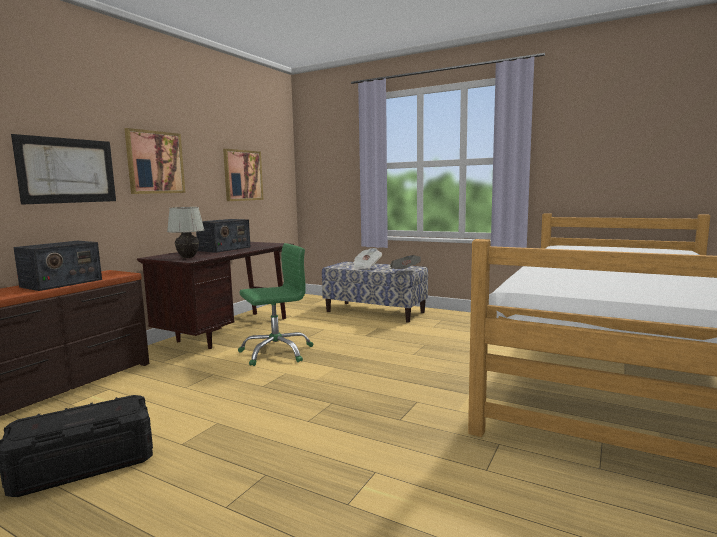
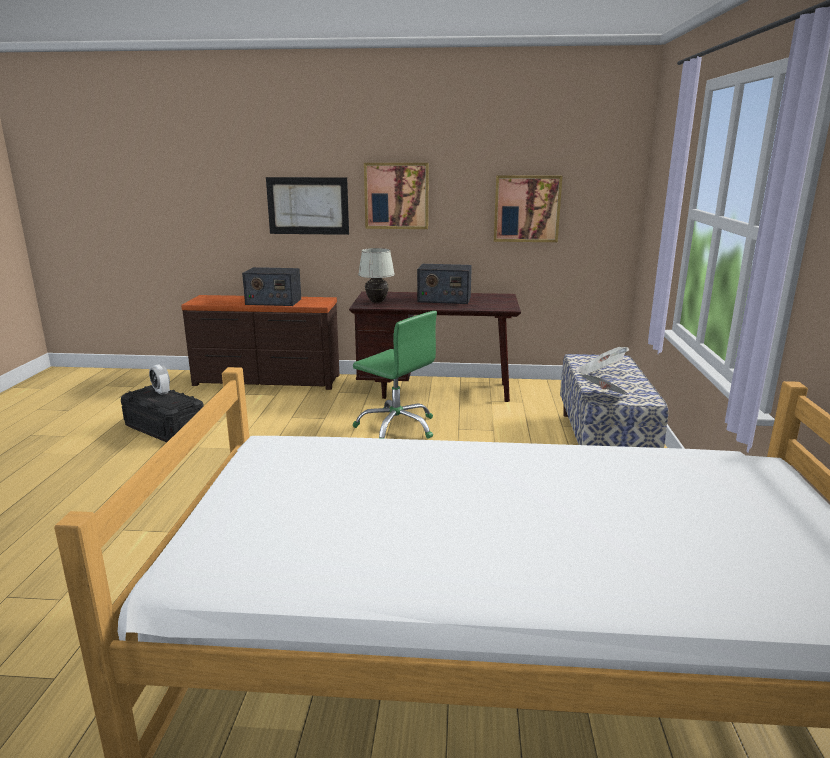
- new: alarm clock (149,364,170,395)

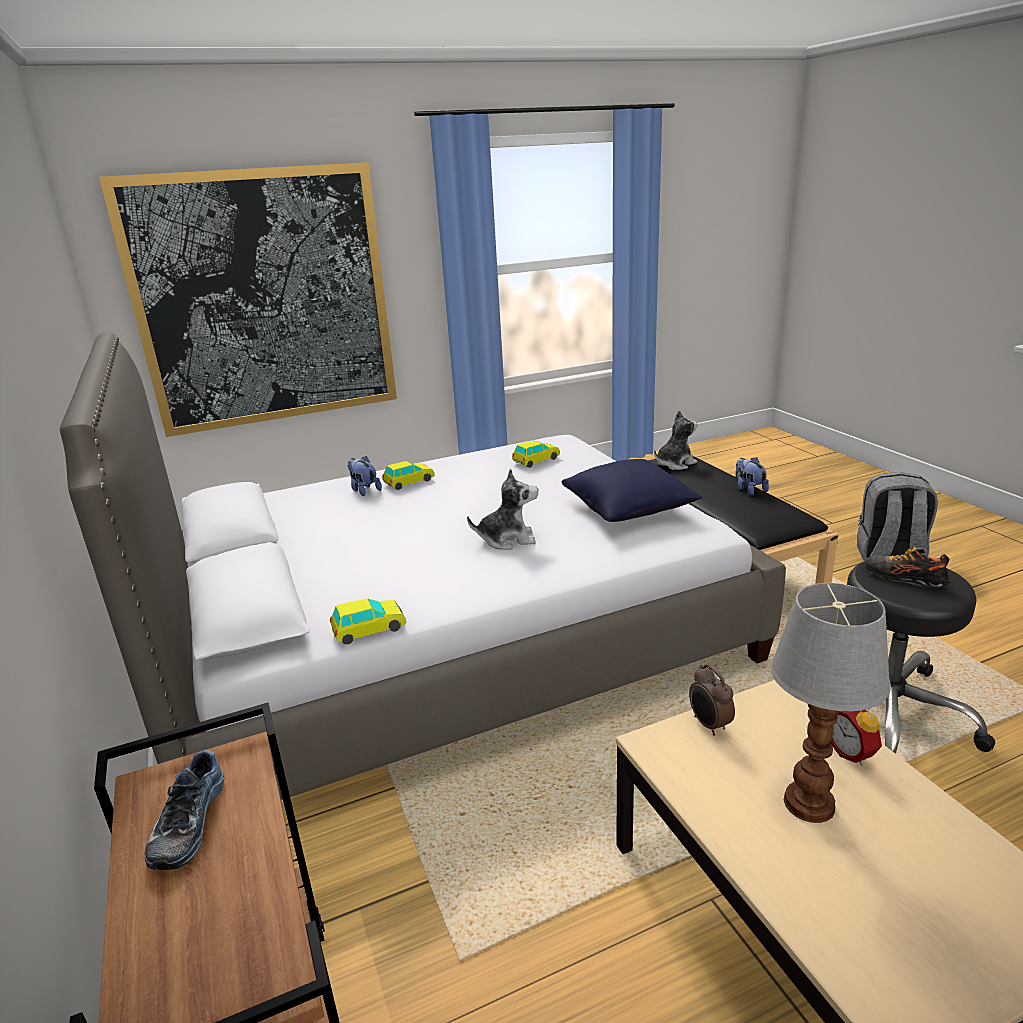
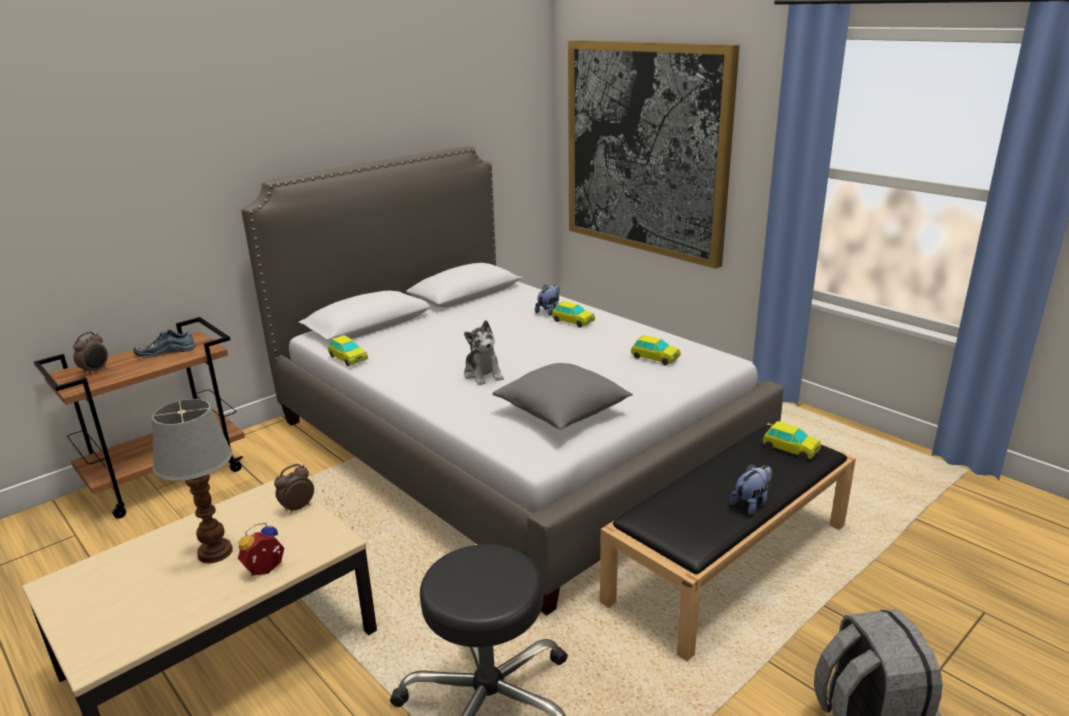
- gone: shoe (865,547,951,588)
- new: alarm clock (73,332,108,375)
- swapped: plush toy (654,411,698,470) to toy car (762,421,821,460)
- repainted: pillow (blue) (562,459,702,522) to pillow (grey) (492,363,633,429)

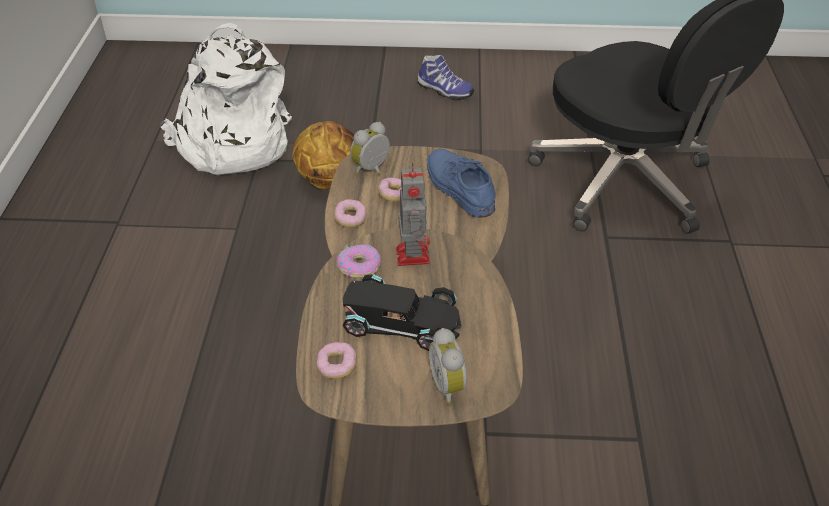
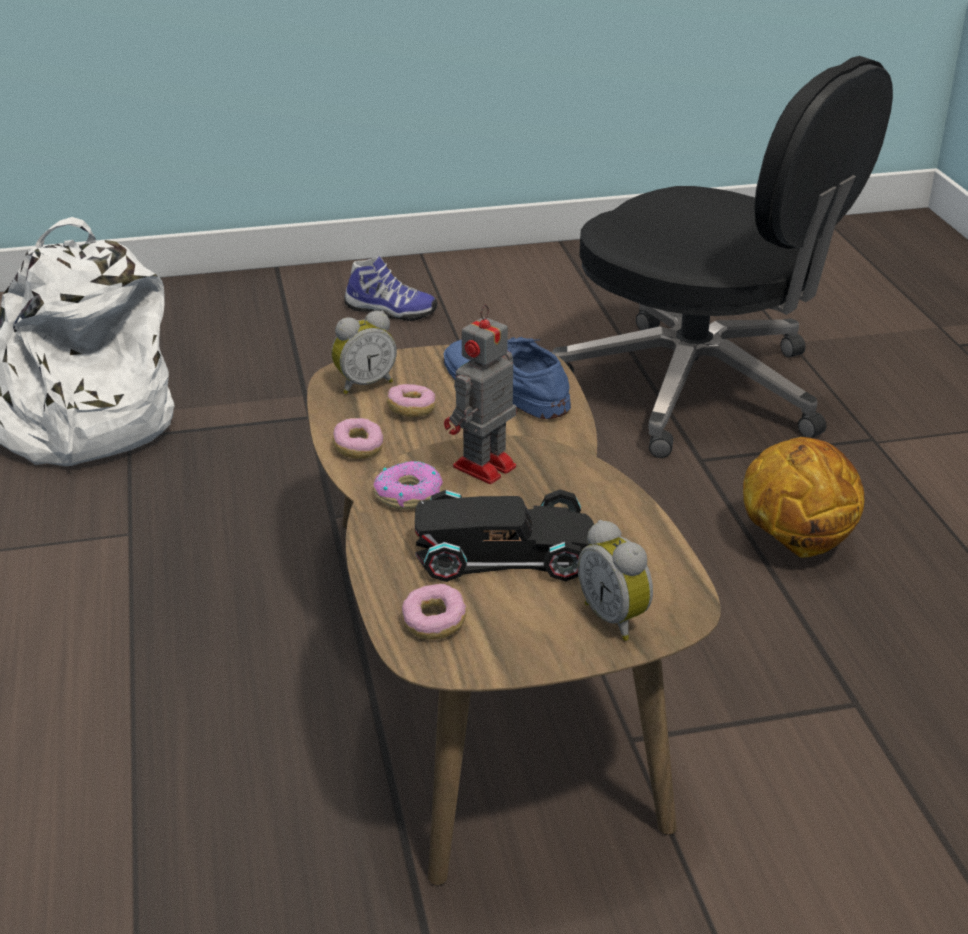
- shifted: basketball (292,121,354,190) to (743,437,864,558)
- rotated: alarm clock (350,122,390,175) = (332,311,397,394) 150 degrees counterclockwise
- rotated: toy robot (396,162,430,266) = (444,305,516,484) 120 degrees counterclockwise

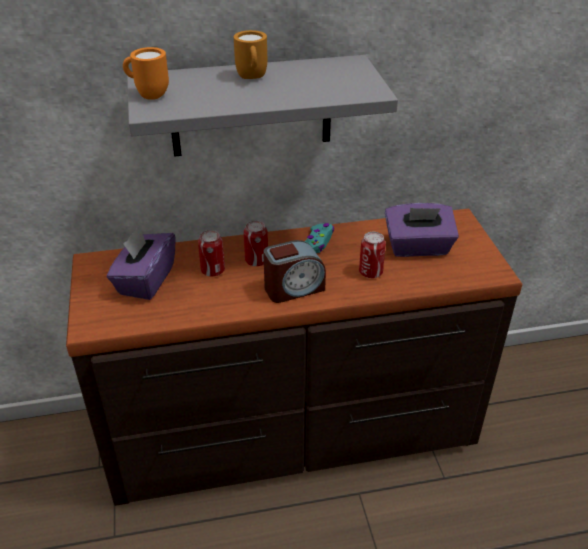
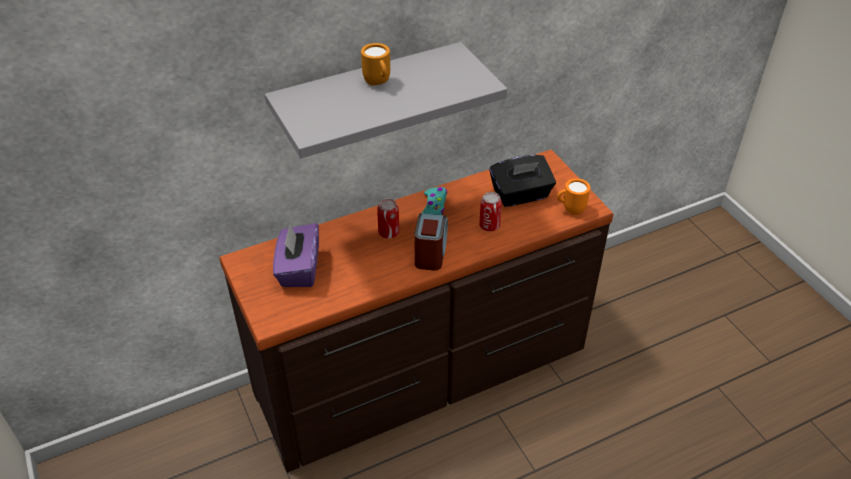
- gone: can (198,230,225,277)
- shifted: mug (orange) (123,47,169,100) to (557,178,590,215)
- repainted: tissue box (purple) (385,203,459,257) to tissue box (black) (489,155,556,207)
- rotated: alarm clock (263,240,326,303) = (414,213,448,271) 45 degrees counterclockwise

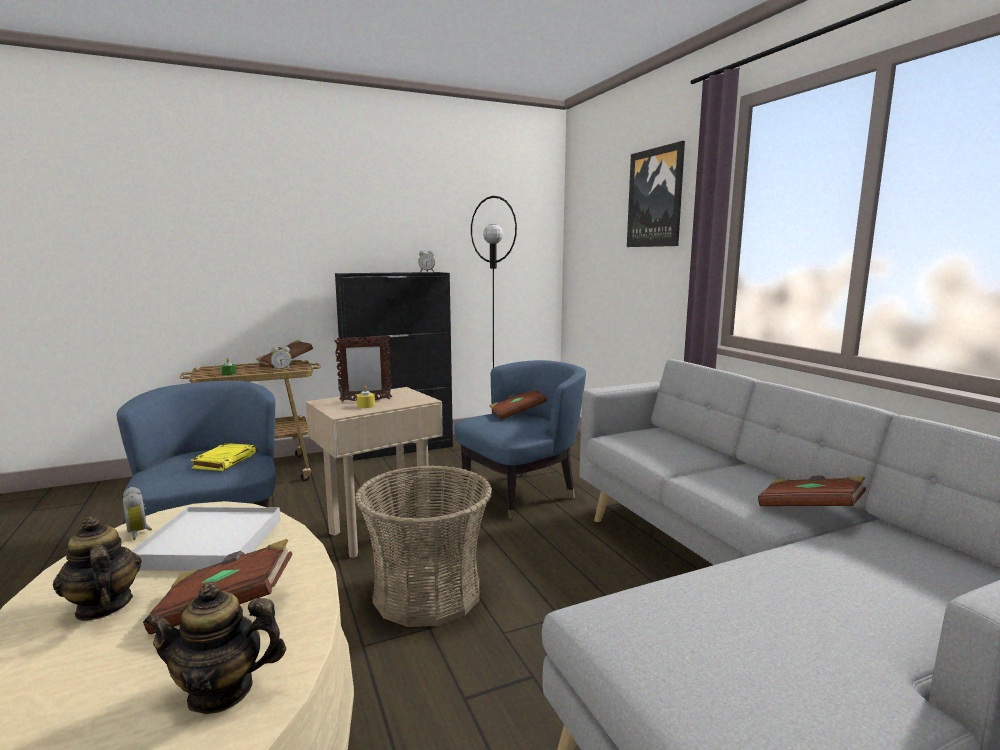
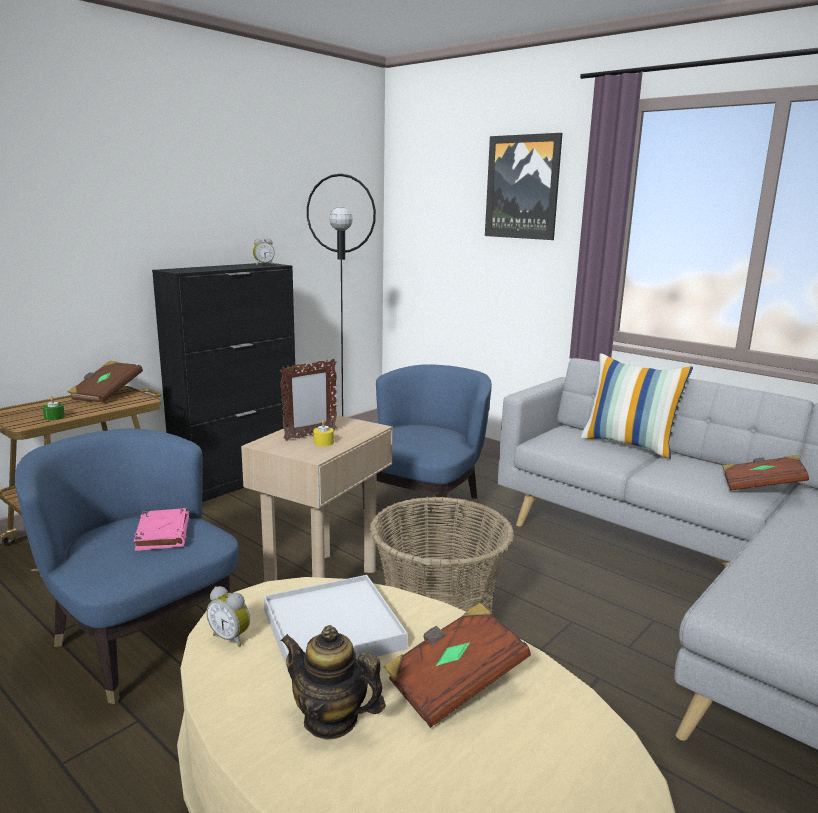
- gone: teapot (143,582,286,714)
- gone: alarm clock (271,346,291,371)
- gone: book (brown) (489,390,547,420)
- new: pillow (580,353,693,459)
- repainted: book (yellow) (191,443,257,471) to book (pink) (134,508,189,551)

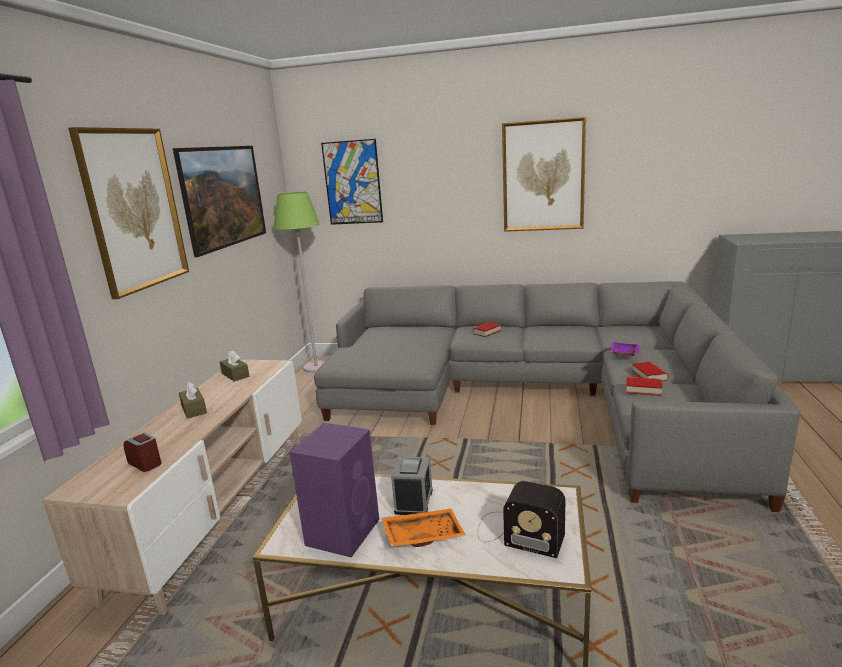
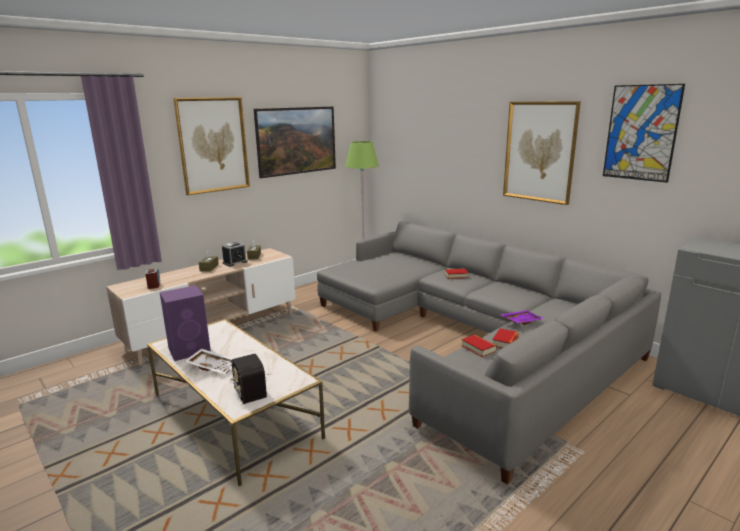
- shifted: picture (321,139,383,225) to (603,84,685,183)
- shifted: alarm clock (391,456,433,515) to (222,242,248,267)
- repainted: tray (orange) (381,508,466,547) to tray (white) (185,348,234,374)

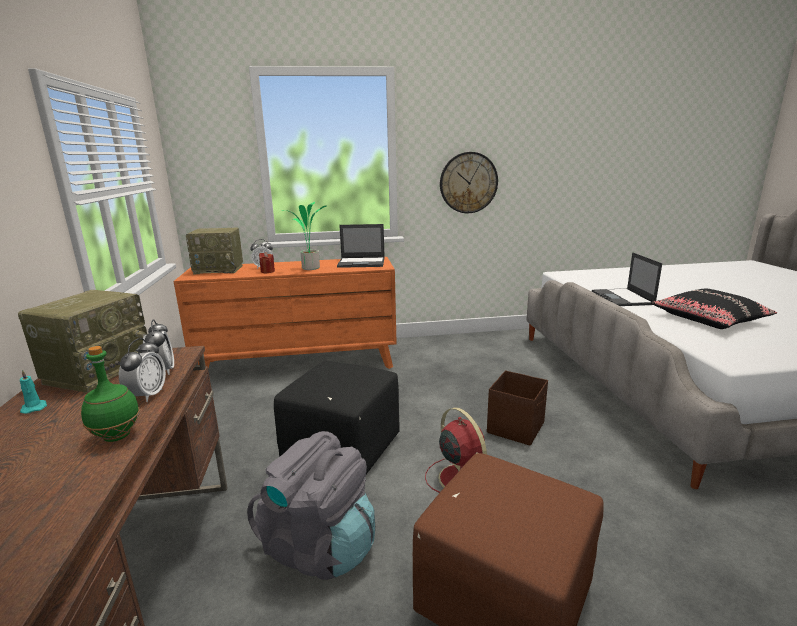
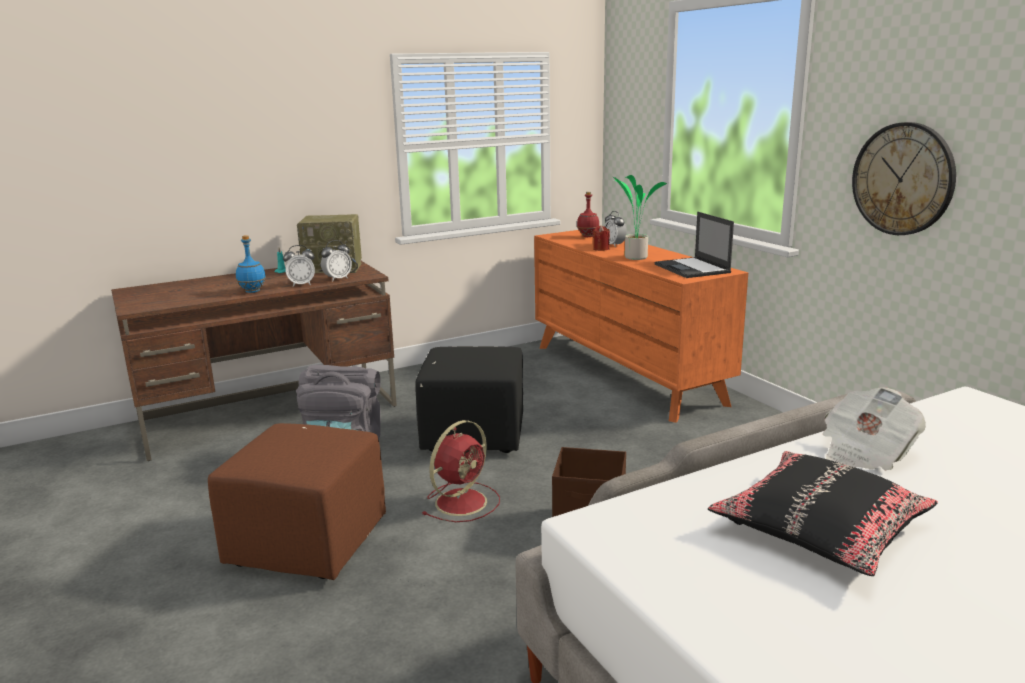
- swapped: radio (186,227,243,274) to bottle (red) (577,192,599,237)
- swapped: laptop (592,252,662,306) to newspaper (822,387,926,470)
- repainted: bottle (green) (81,346,140,442) to bottle (blue) (236,235,266,293)

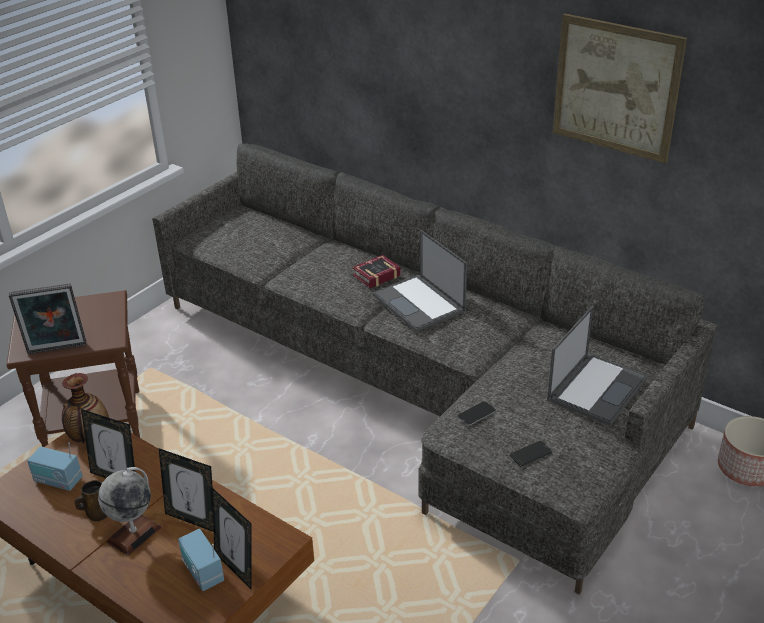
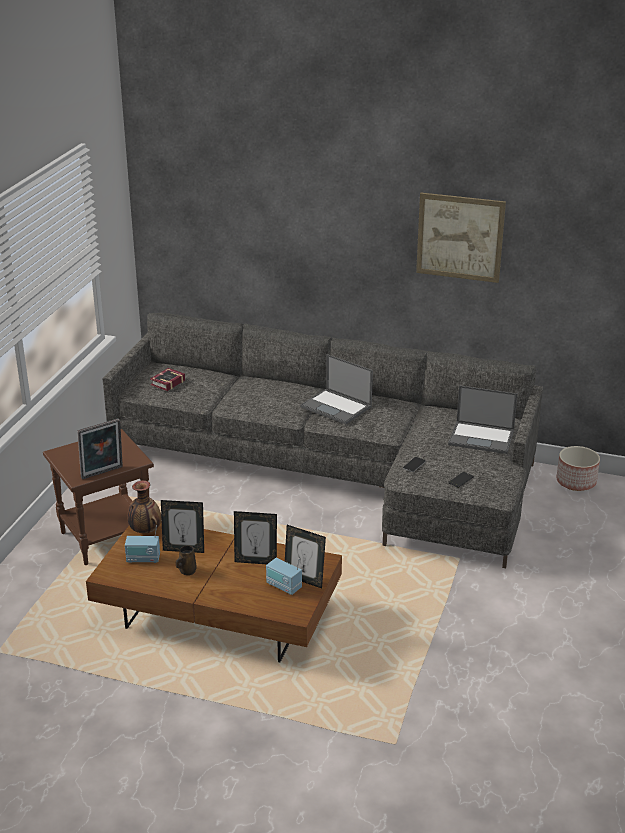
- gone: globe (98,467,162,556)
- shifted: book (352,255,401,288) to (150,368,185,391)
- rotated: laptop (547,306,648,426) = (448,385,518,454) 90 degrees clockwise

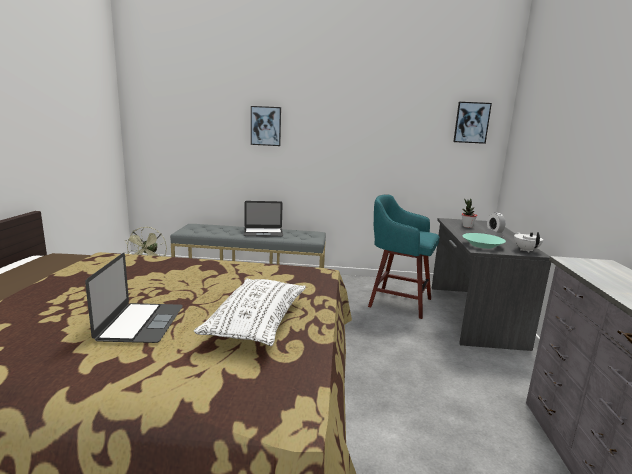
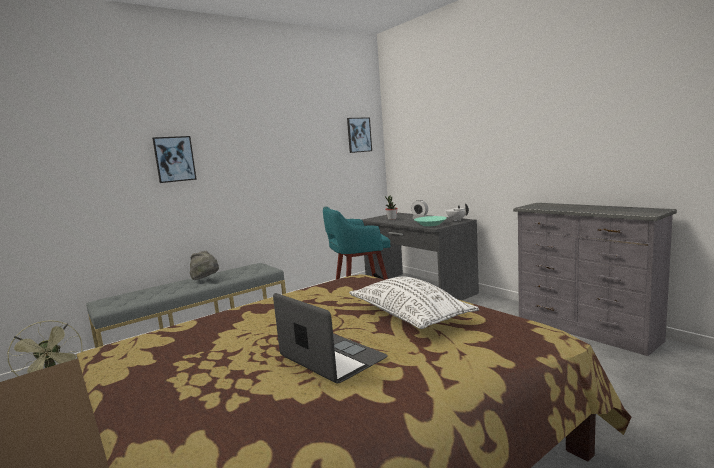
- swapped: laptop (244,201,283,237) to hat (grey) (190,251,219,280)

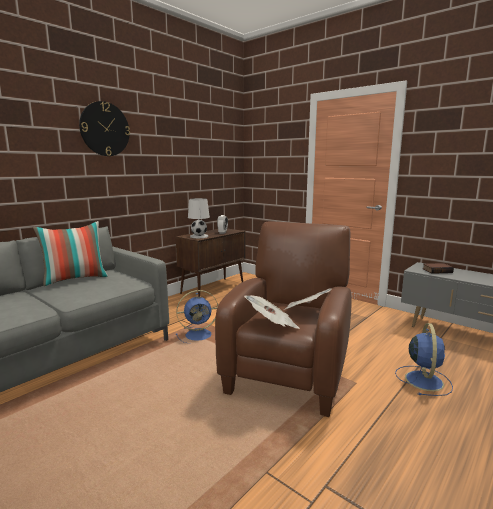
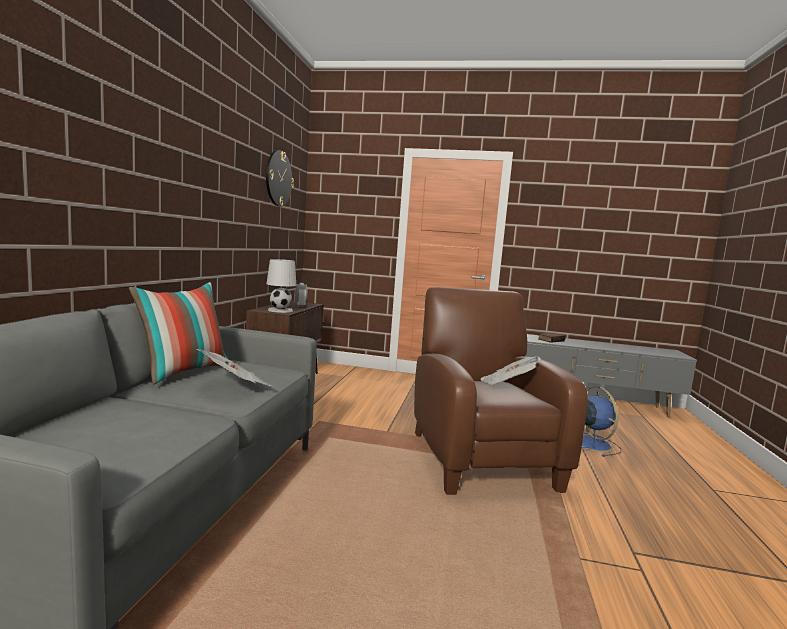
- gone: fan (blue) (176,290,218,344)
- shifted: wall clock (79,101,130,156) to (266,150,294,206)
- shifted: newspaper (244,295,300,329) to (197,349,271,386)

